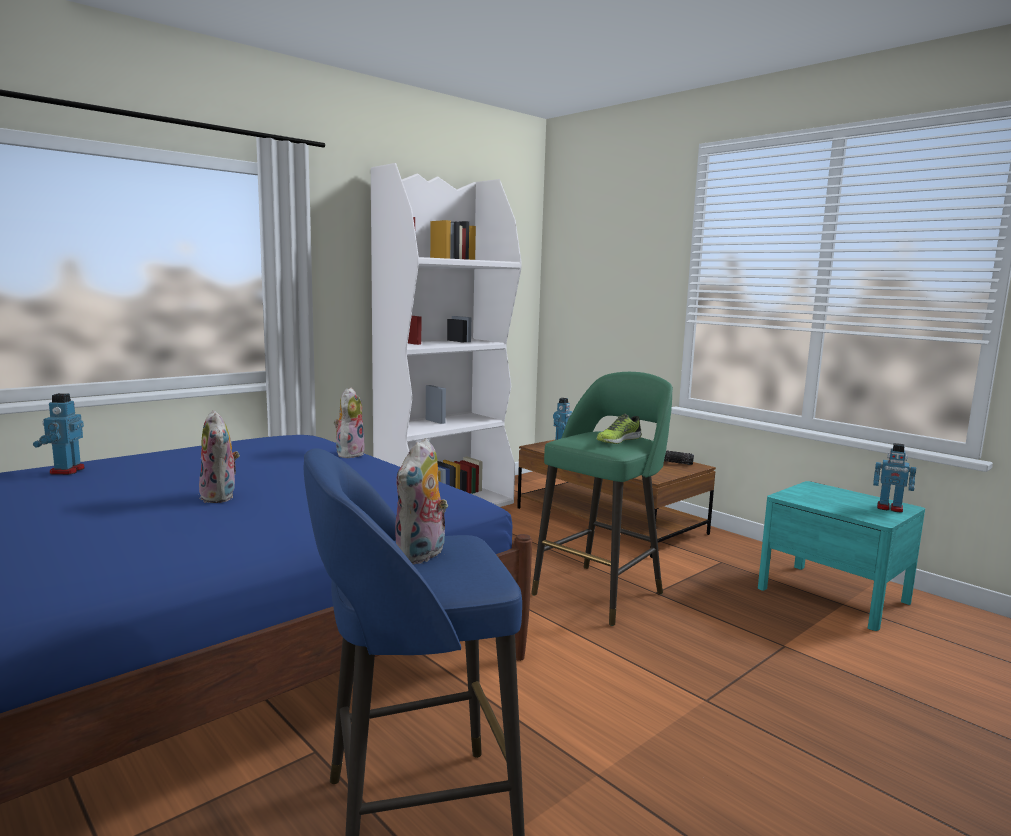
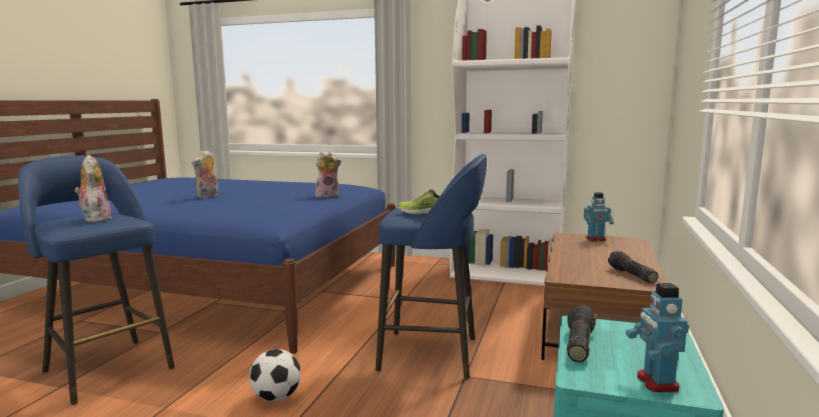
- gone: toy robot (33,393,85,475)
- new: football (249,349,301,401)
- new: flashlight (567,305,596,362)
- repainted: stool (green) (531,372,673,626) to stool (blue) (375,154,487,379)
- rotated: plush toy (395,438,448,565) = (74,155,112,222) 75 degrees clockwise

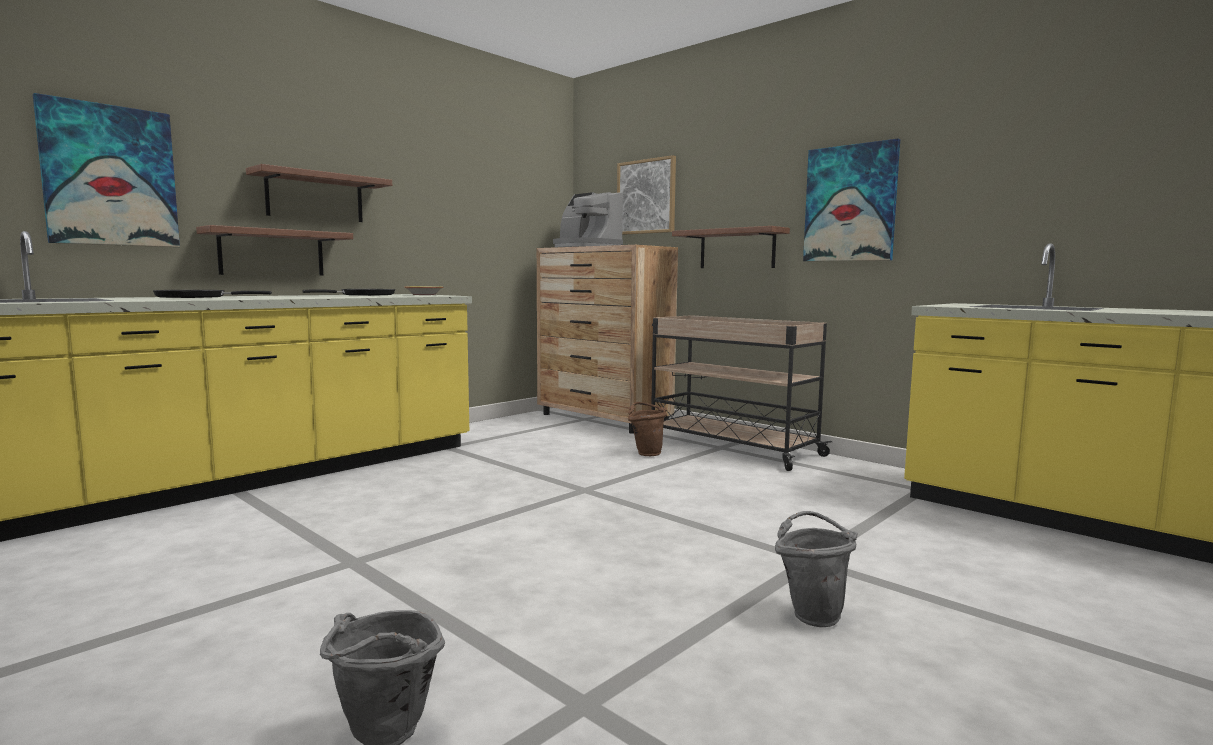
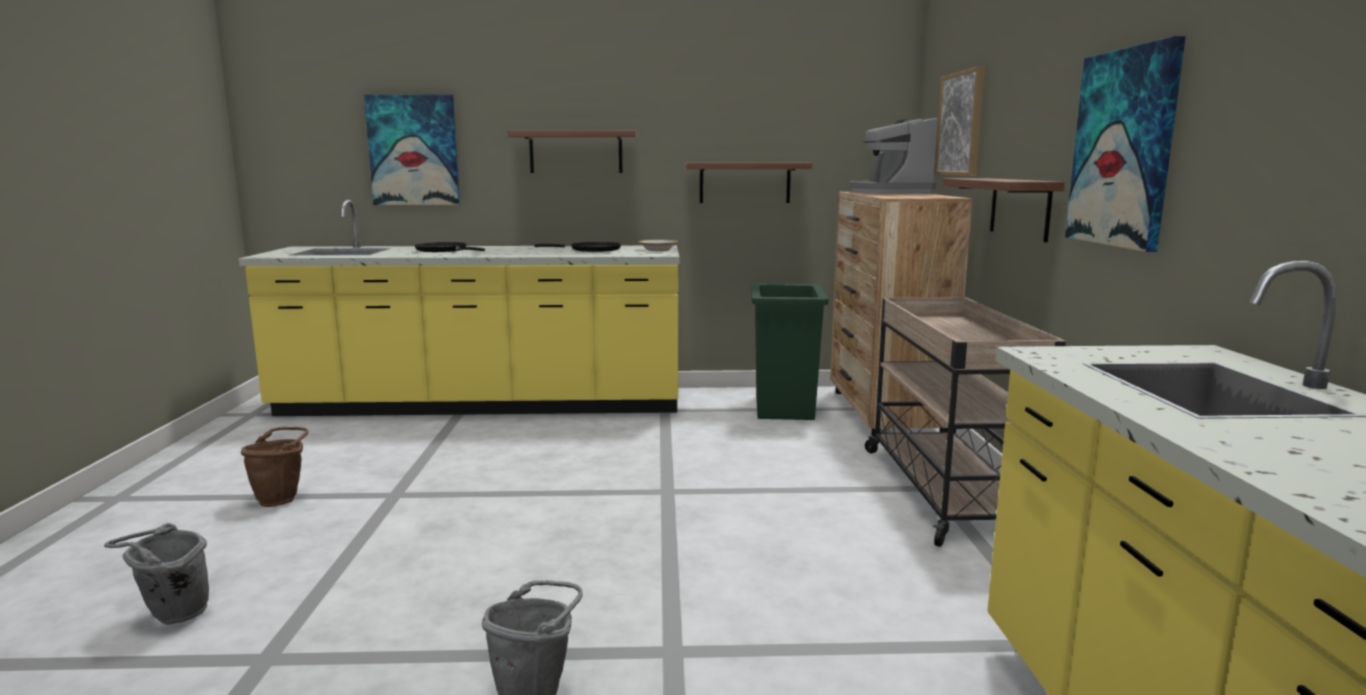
- new: trash can (green) (751,284,828,420)
- shifted: shelf (196,225,353,276) to (685,163,812,203)
- shifted: bucket (brown) (628,402,667,456) to (241,427,308,507)

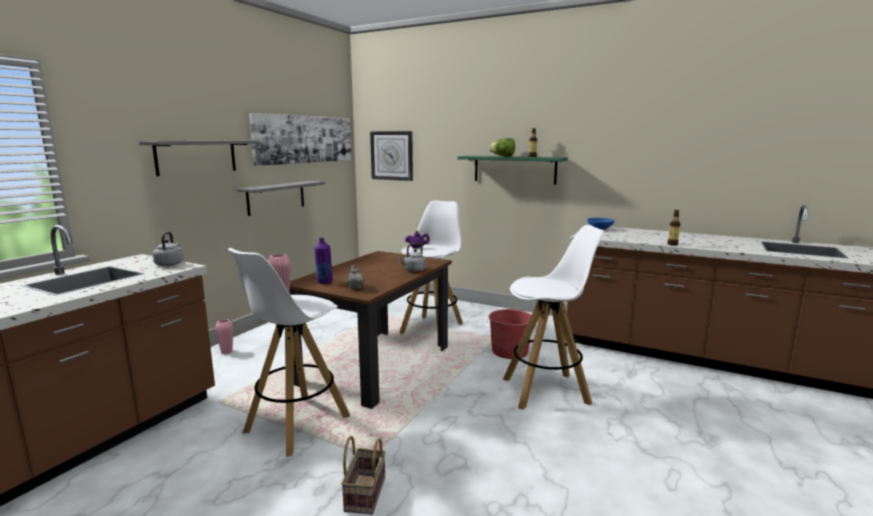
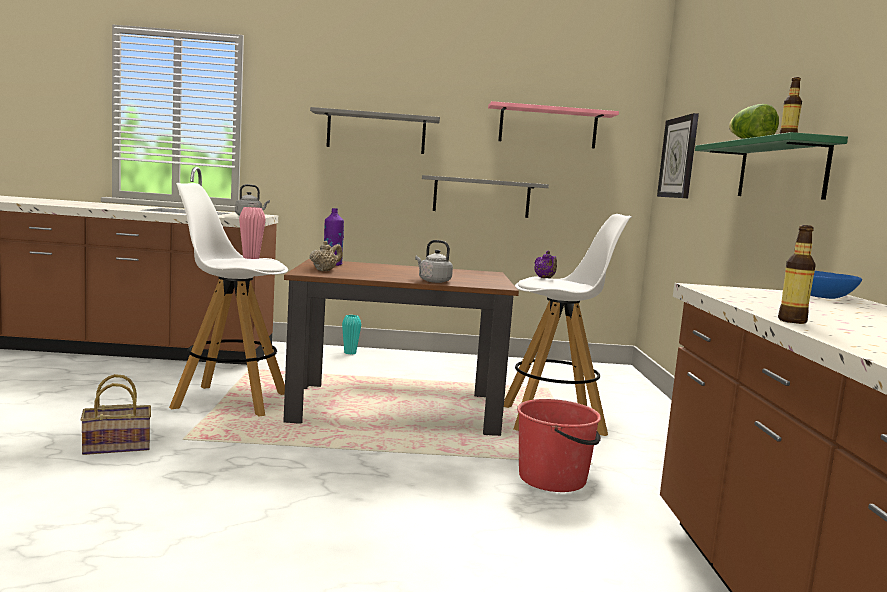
- gone: stool (white) (503,225,604,410)
- swapped: picture (249,113,351,166) to shelf (pink) (488,101,619,149)
- repainted: vase (pink) (215,319,233,354) to vase (turquoise) (342,315,361,354)

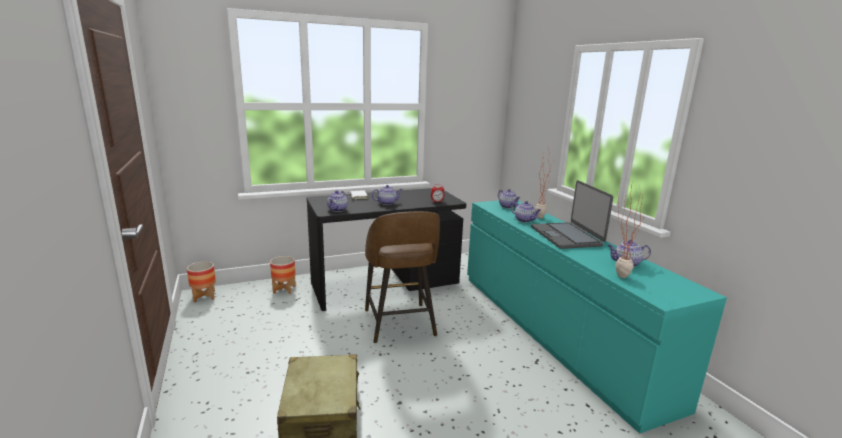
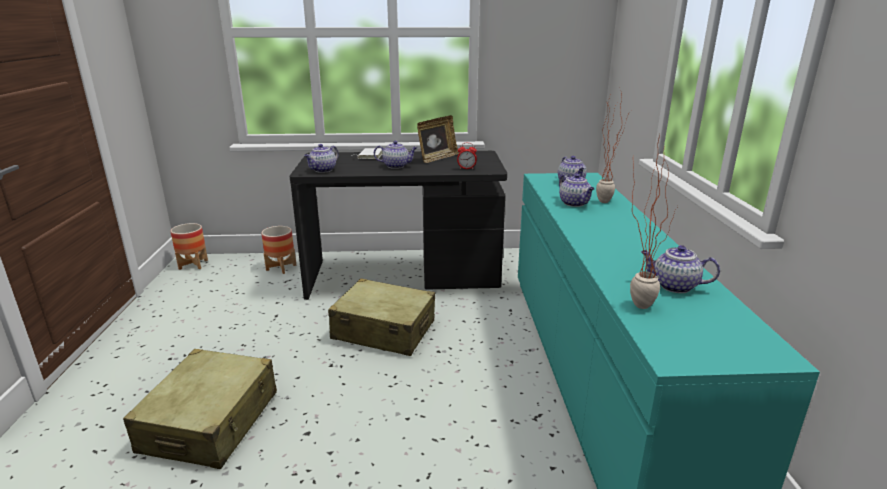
- gone: laptop (531,180,613,249)
- new: picture frame (417,115,459,163)
- swapped: stool (brown) (365,211,440,343) to suitcase (beige) (328,278,435,356)

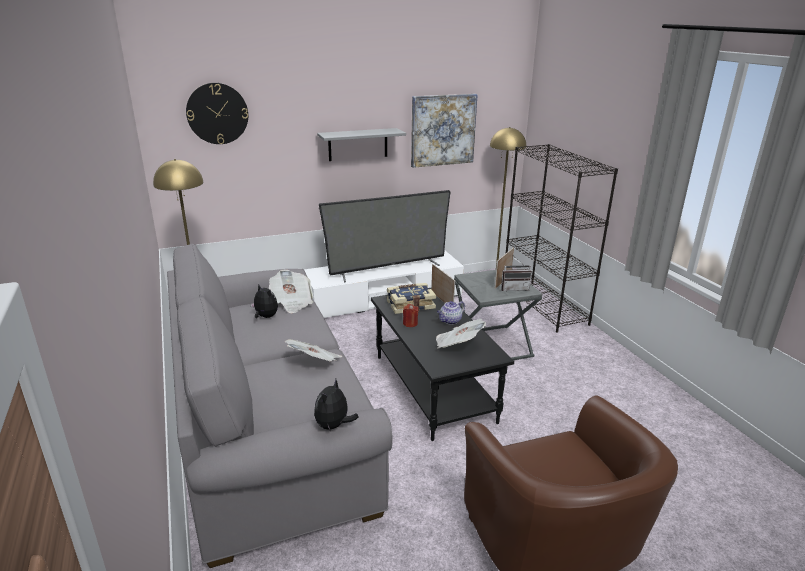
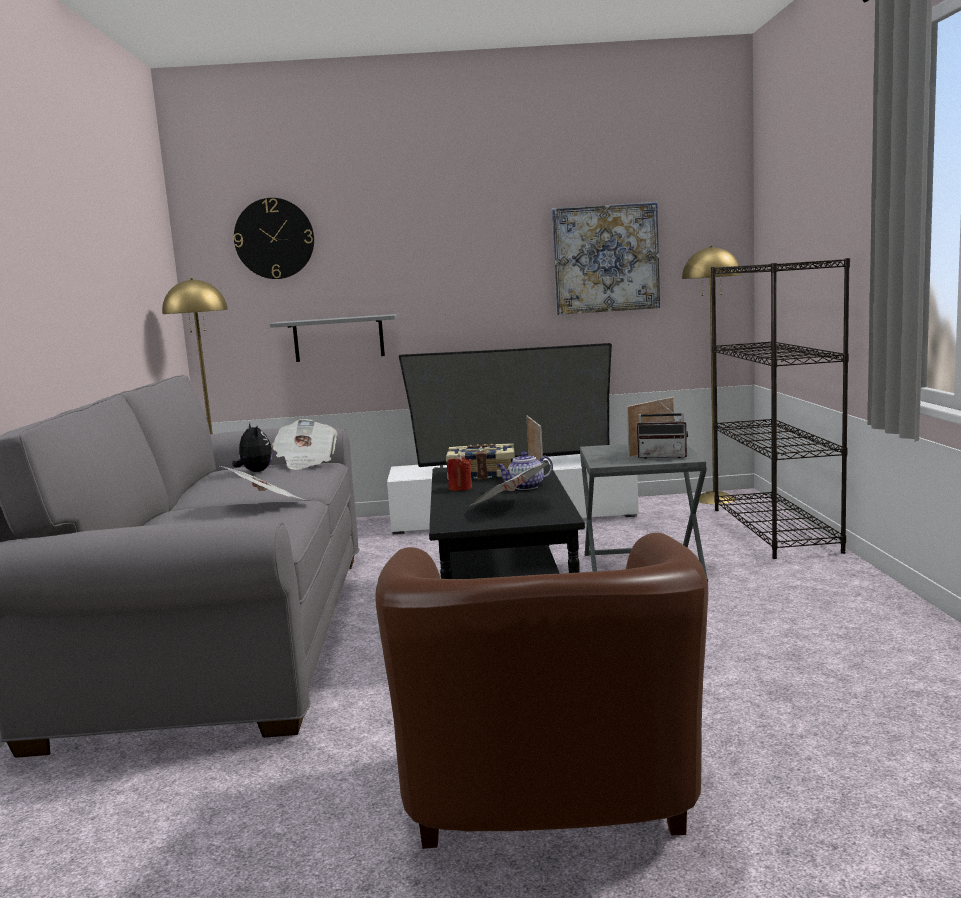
- gone: plush toy (314,379,358,432)
- shifted: shelf (grey) (317,128,406,161) to (270,314,397,362)

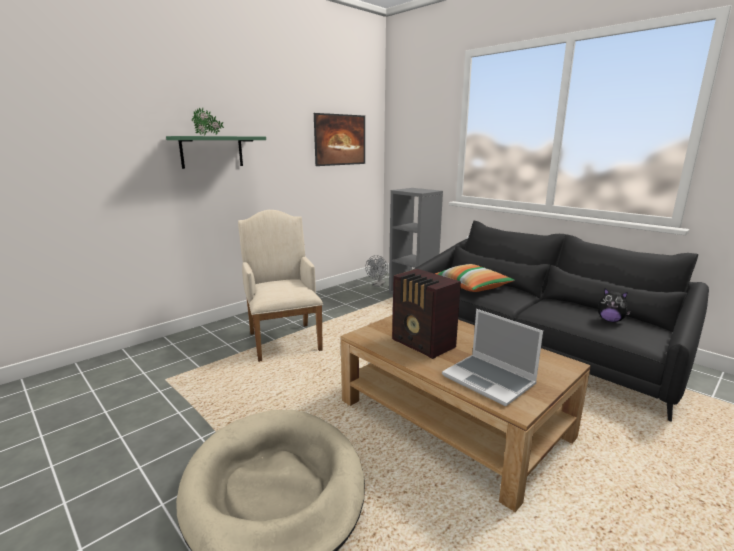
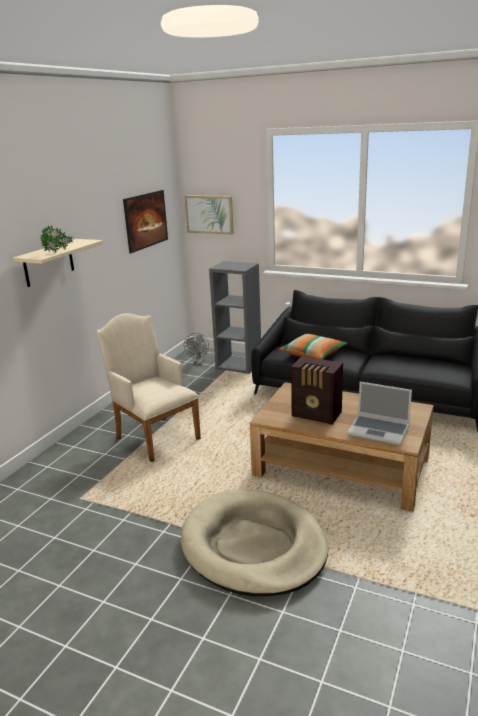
- gone: plush toy (598,289,631,322)
- new: picture (185,195,234,235)
- repainted: shelf (green) (166,136,266,169) to shelf (beige) (13,239,103,287)

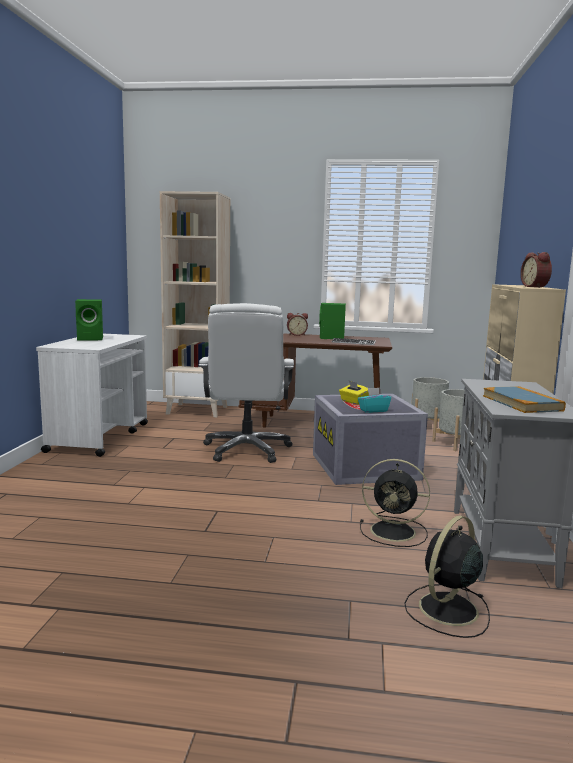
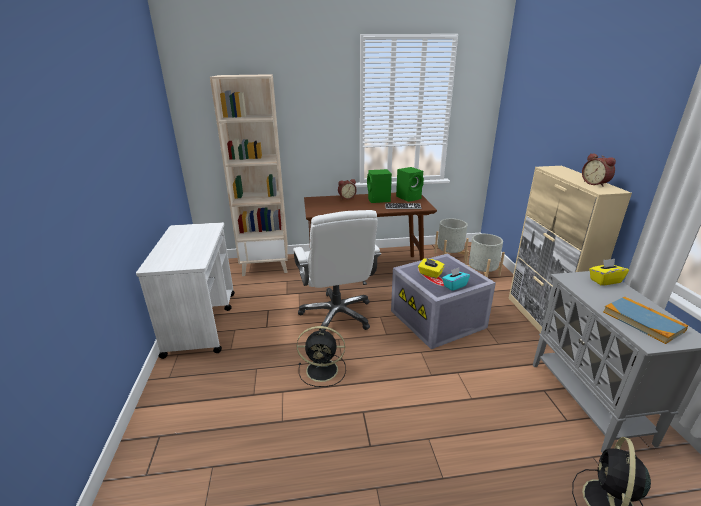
- new: tissue box (yellow) (589,259,629,286)
- shifted: speaker (green) (75,299,103,341) to (396,167,424,202)
- shifted: fan (black) (360,459,430,547) to (297,326,346,387)

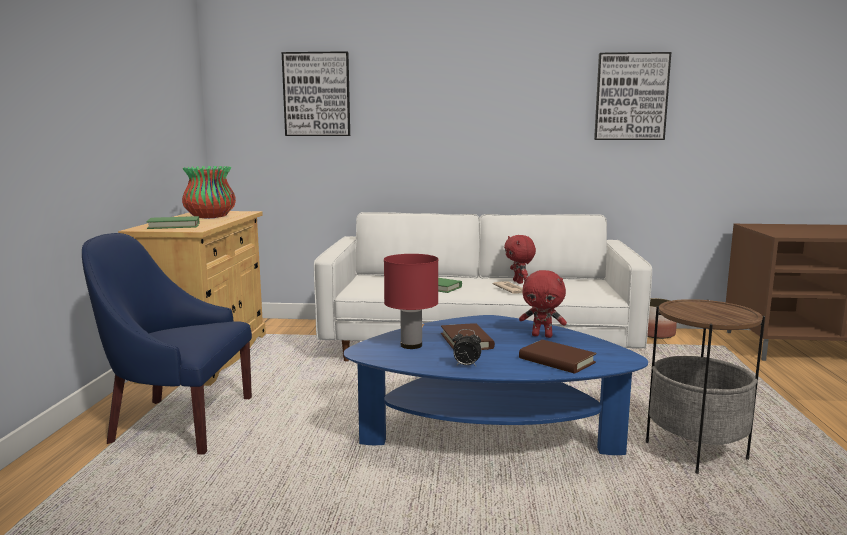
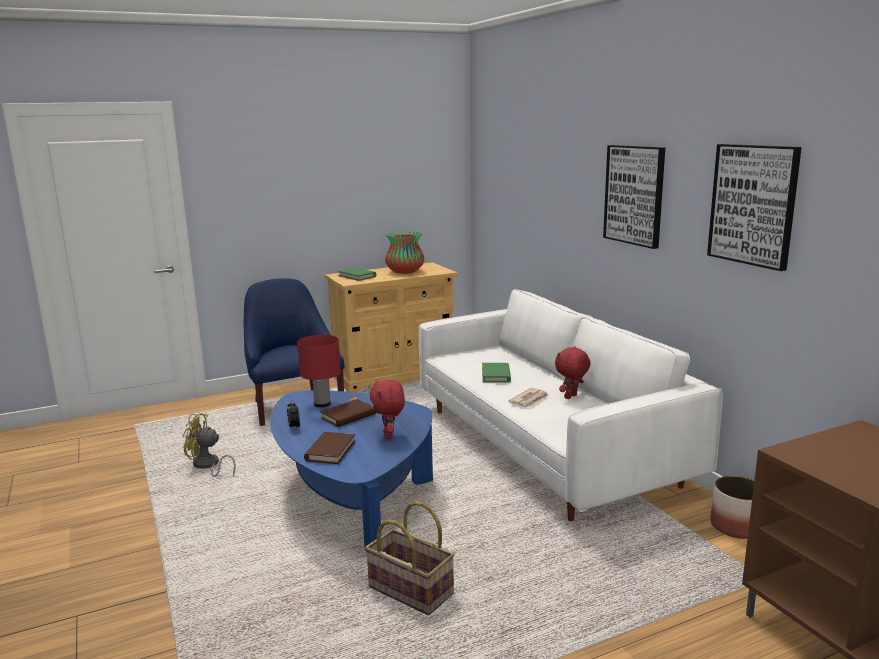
- new: fan (yellow) (182,413,236,477)
- shifted: picture (282,51,350,136) to (603,145,665,249)
- swapped: side table (646,299,765,474) to basket (365,501,455,615)

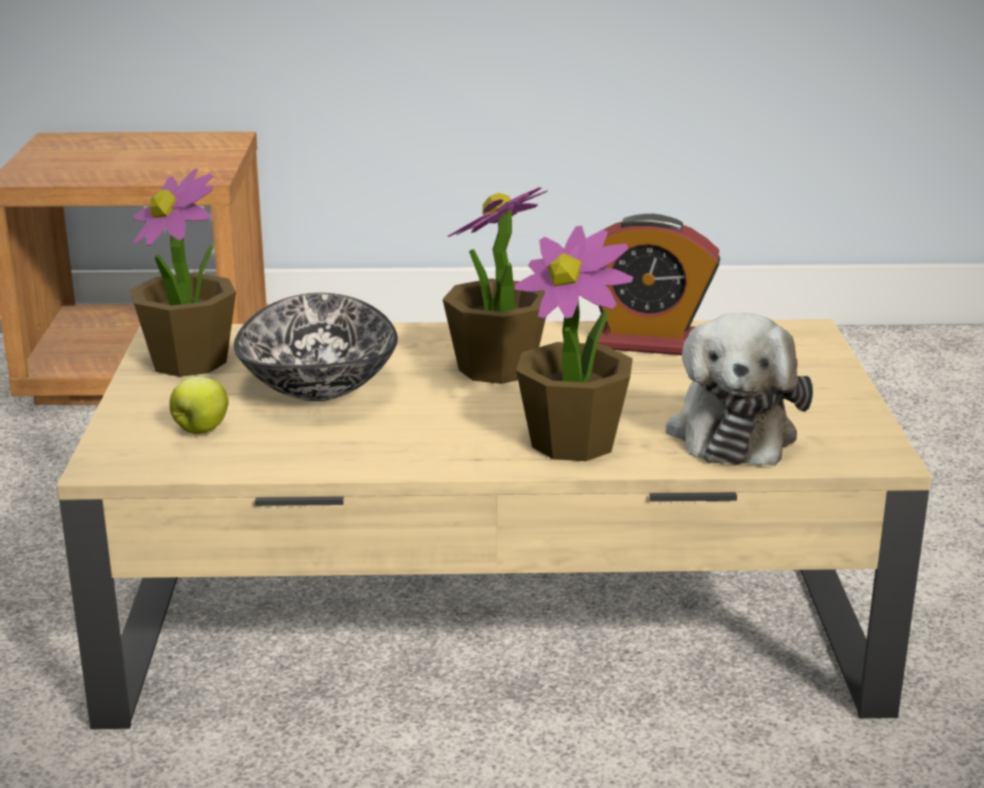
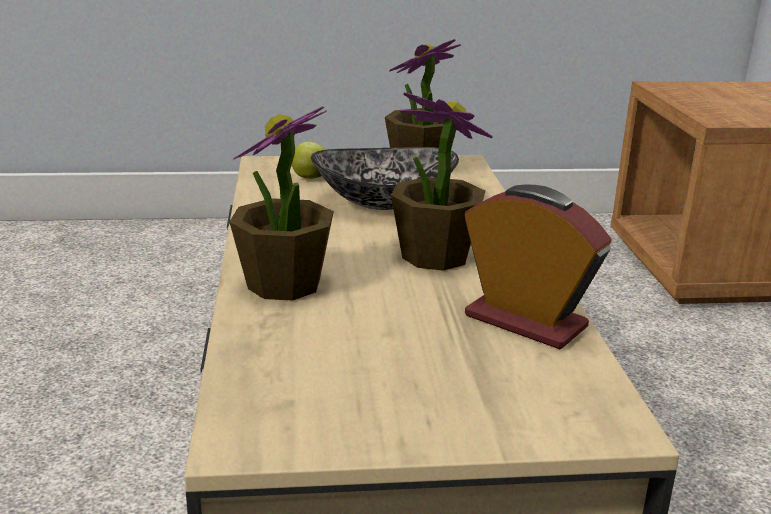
- gone: plush toy (666,312,813,466)
- rotated: alarm clock (598,214,720,355) = (465,184,612,349) 120 degrees clockwise

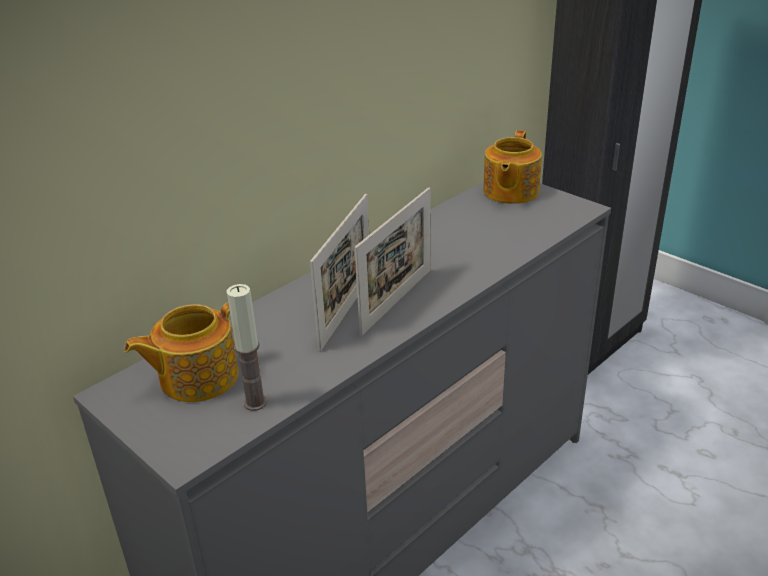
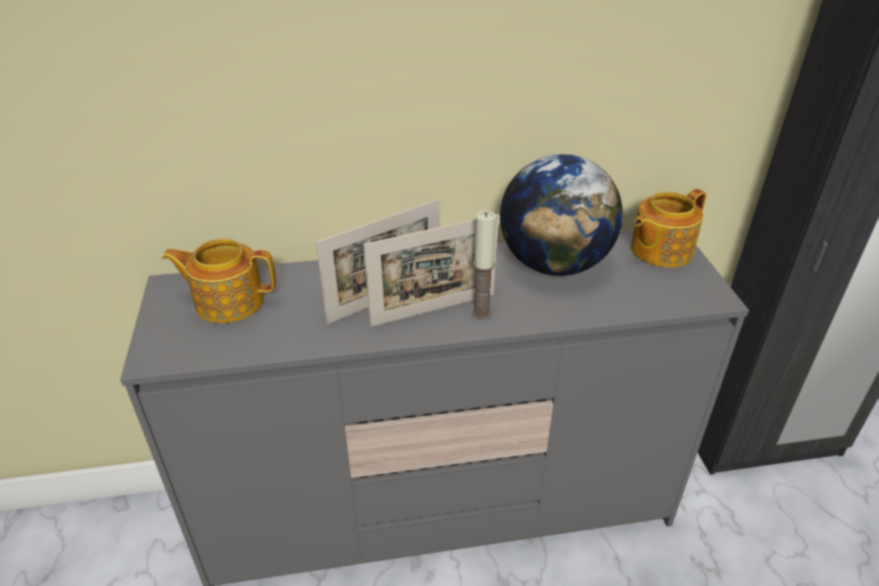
- new: globe (500,154,623,276)
- shifted: candle (227,284,267,411) to (472,211,496,320)

